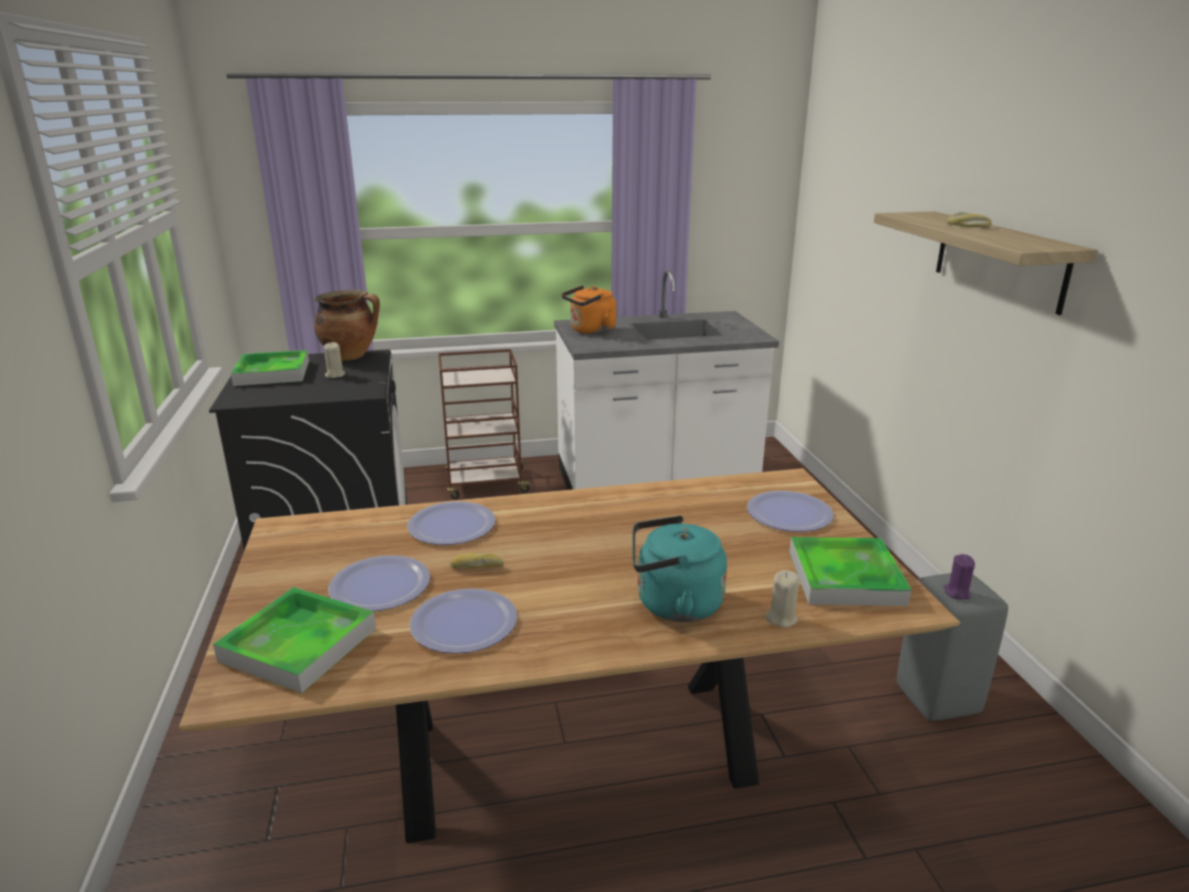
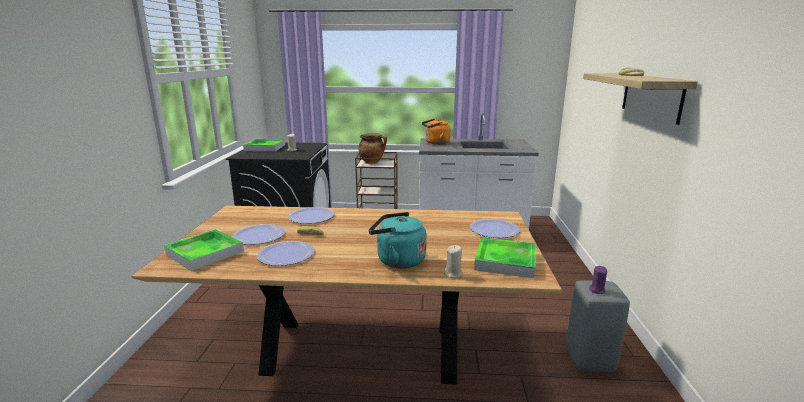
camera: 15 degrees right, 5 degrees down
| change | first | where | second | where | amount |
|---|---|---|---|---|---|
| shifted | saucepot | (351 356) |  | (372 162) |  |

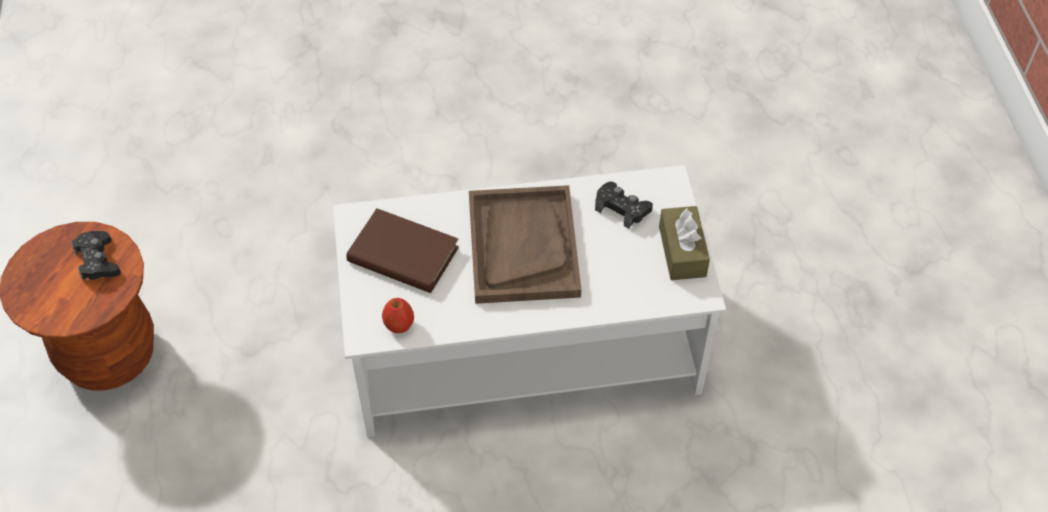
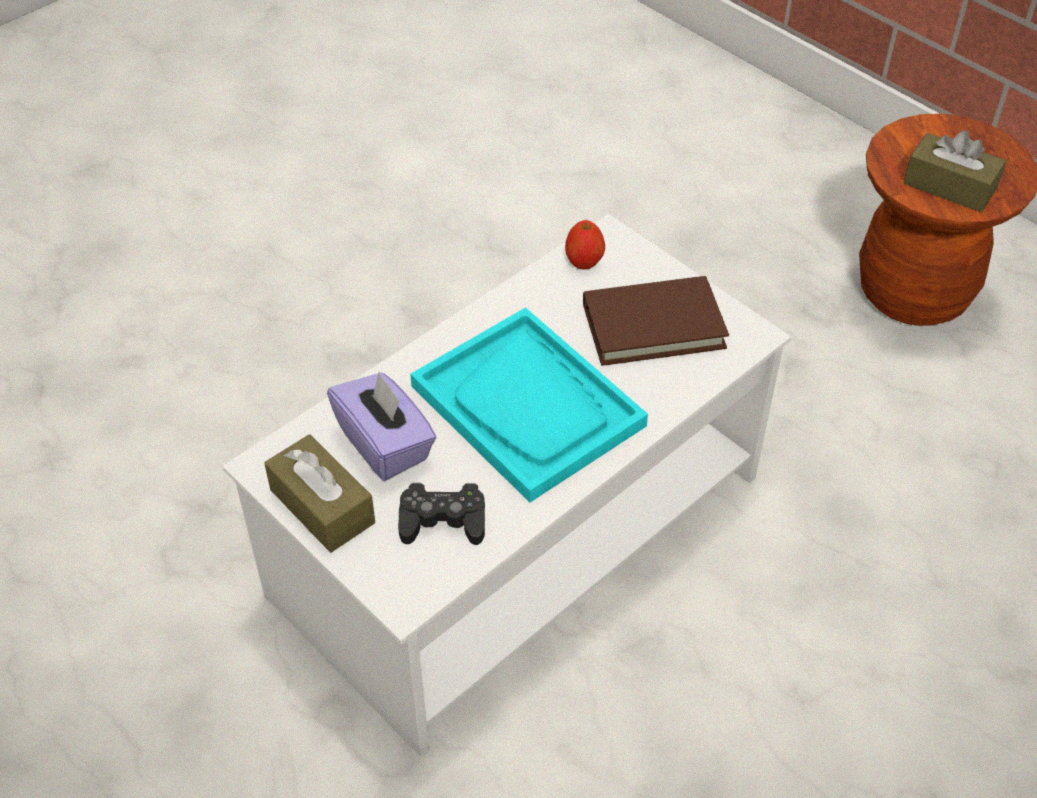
camera: 145 degrees right, 5 degrees down
| change | first | where | second | where | amount |
|---|---|---|---|---|---|
| repainted | serving tray/brownish | (523 246) | serving tray/turquoise | (528 406) |  |
| swapped | joypad/black | (97 261) | tissue box/brownish | (949 186) |  |
| new |  |  | tissue box/purple-coloured | (385 444) |  |

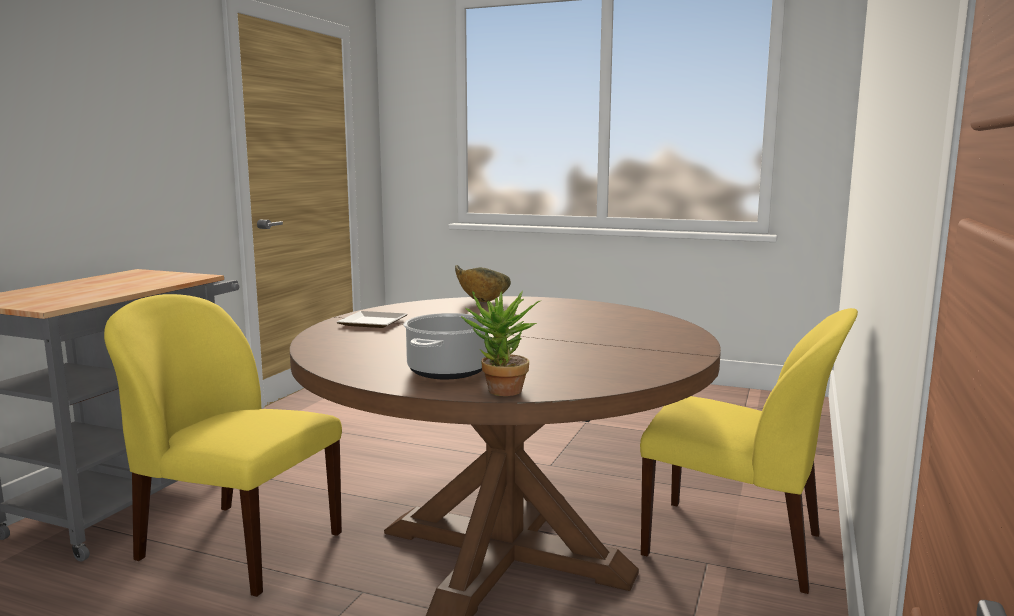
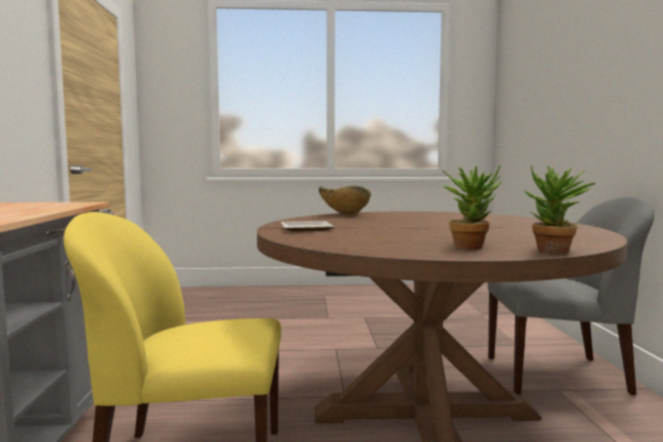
camera: 25 degrees left, 5 degrees down
| change | first | where | second | where | amount |
|---|---|---|---|---|---|
| repainted | chair/yellow-coloured | (737 545) | chair/gray | (559 375) |  |
| swapped | saucepot | (448 371) | houseplant | (471 246) |  |

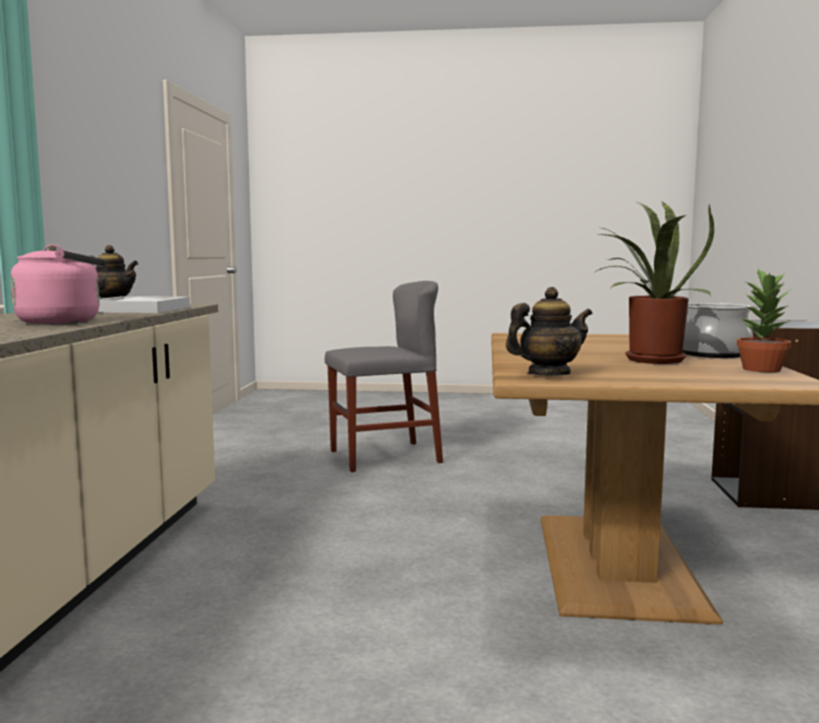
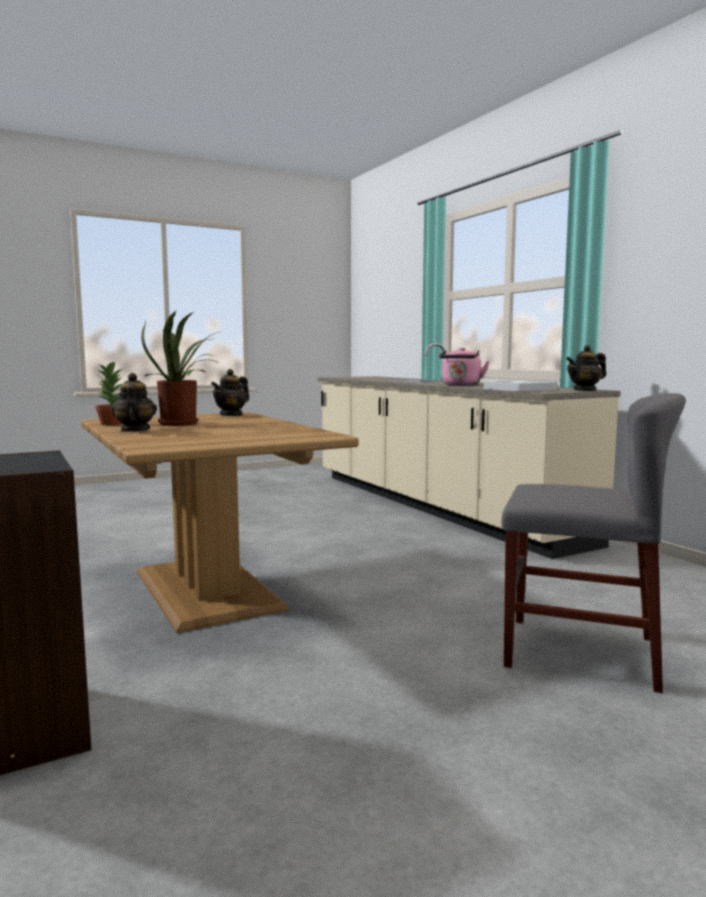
camera: 145 degrees right, 0 degrees up
| change | first | where | second | where | amount |
|---|---|---|---|---|---|
| rotated | chair/gray | (384 456) |  | (580 652) | 105 degrees counterclockwise |
| swapped | saucepot | (713 354) | teapot | (134 430) |  |

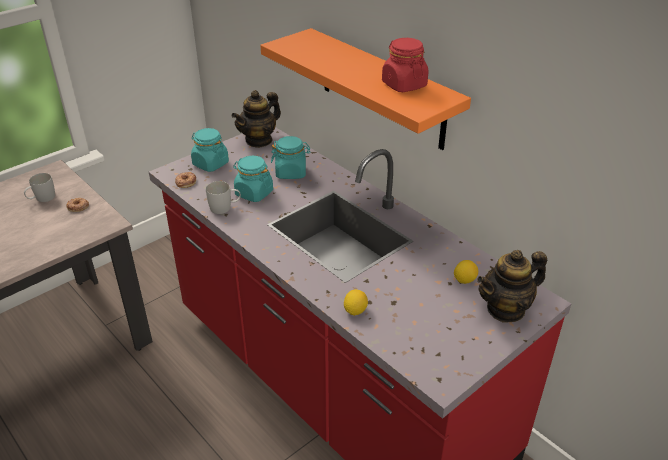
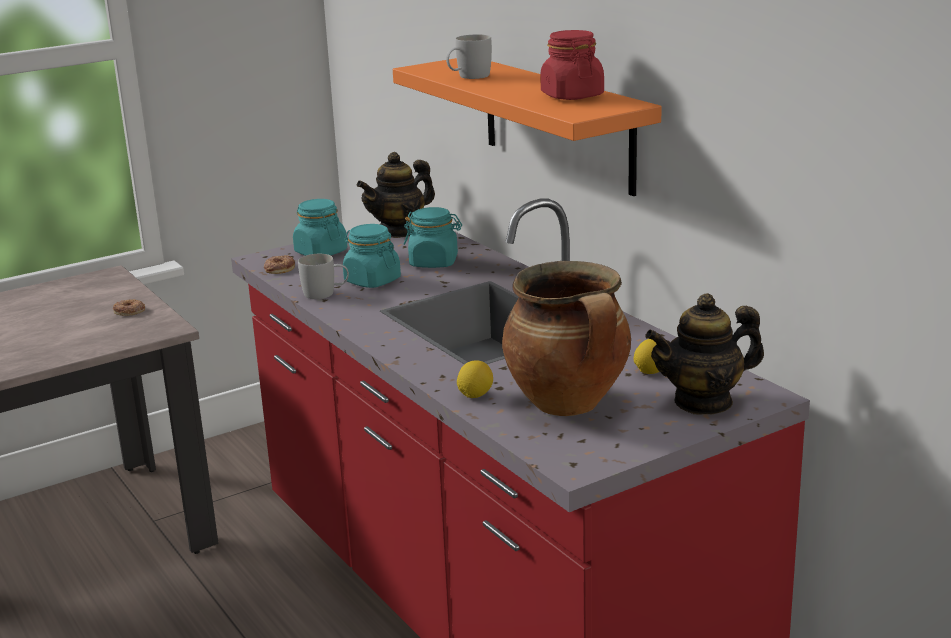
camera: 10 degrees right, 15 degrees down
| change | first | where | second | where | amount |
|---|---|---|---|---|---|
| shifted | mug/white | (42 199) |  | (468 77) |  |
| new |  |  | saucepot | (569 405) |  |

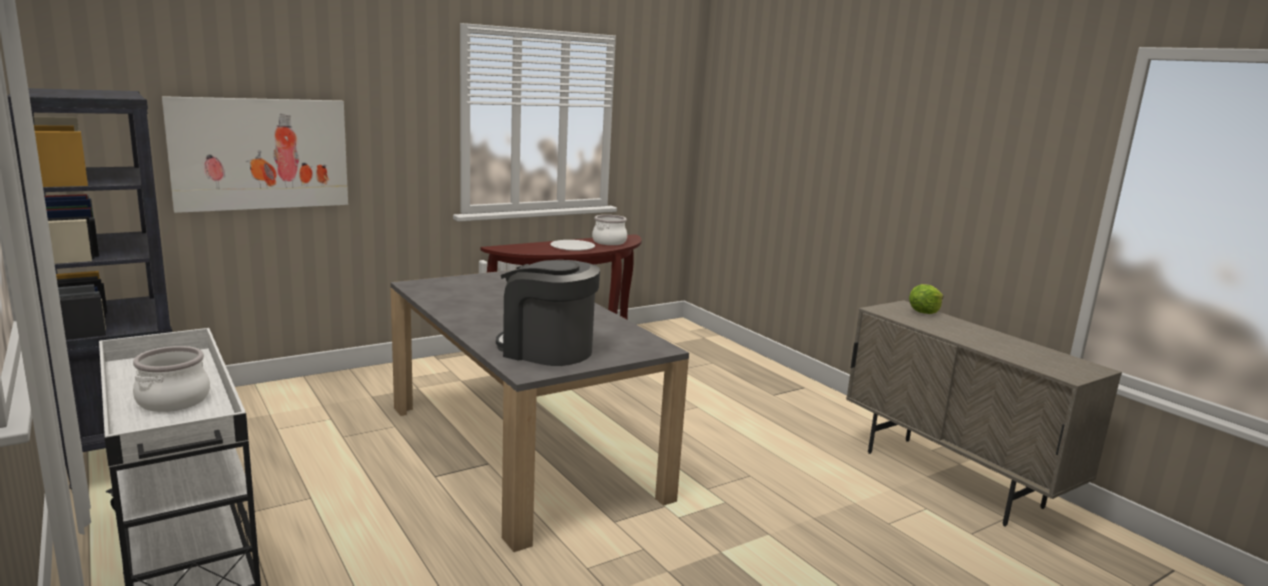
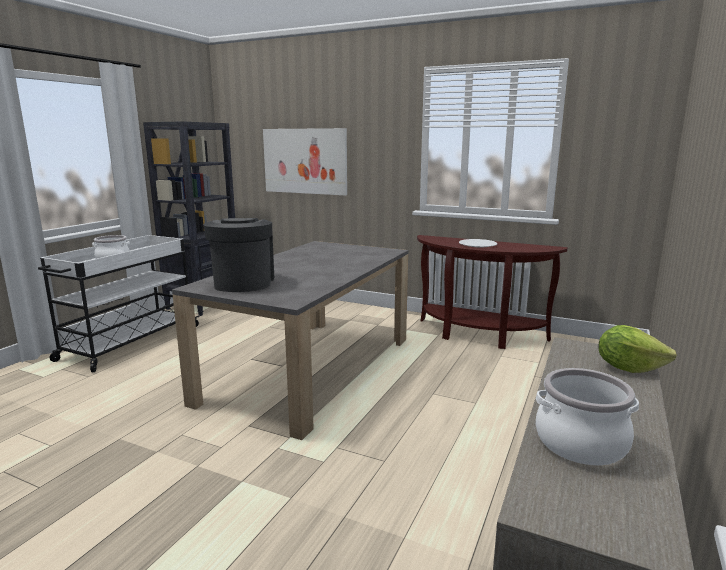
camera: 60 degrees right, 0 degrees up
| change | first | where | second | where | amount |
|---|---|---|---|---|---|
| shifted | saucepot | (609 242) |  | (580 442) |  |

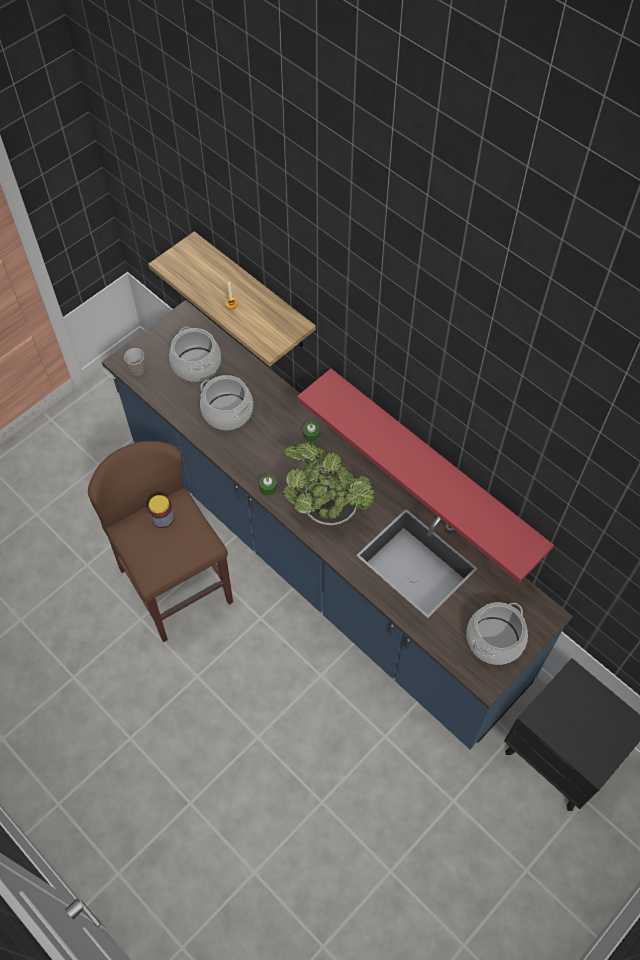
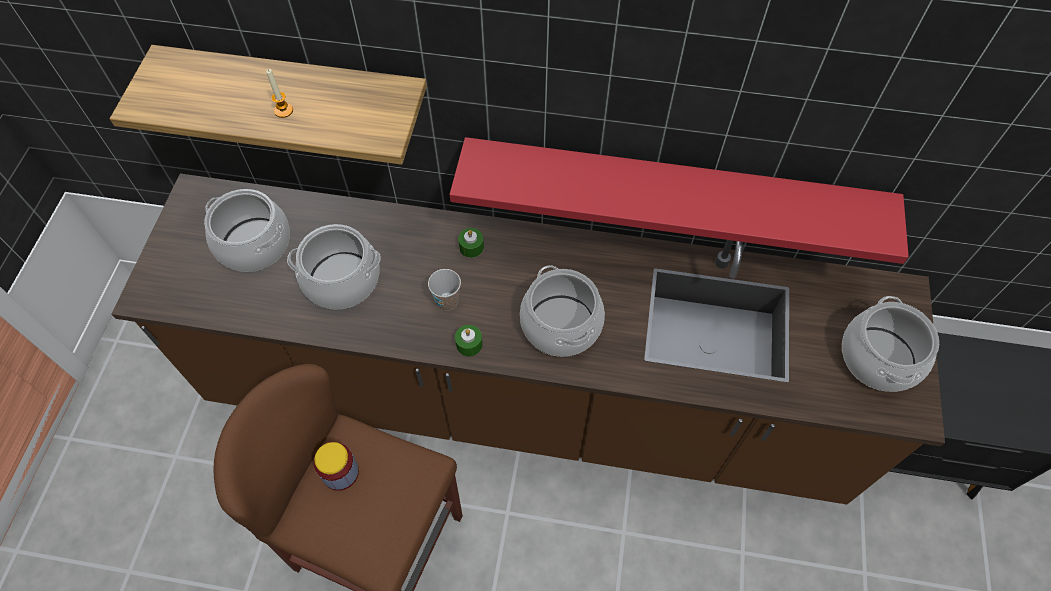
camera: 35 degrees left, 0 degrees up
| change | first | where | second | where | amount |
|---|---|---|---|---|---|
| repainted | counter/bluish | (320 561) | counter/brownish | (525 403) |  |
| shifted | drinking cup | (137 370) |  | (447 301) |  |
| swapped | houseplant | (326 508) | saucepot | (561 325) |  |

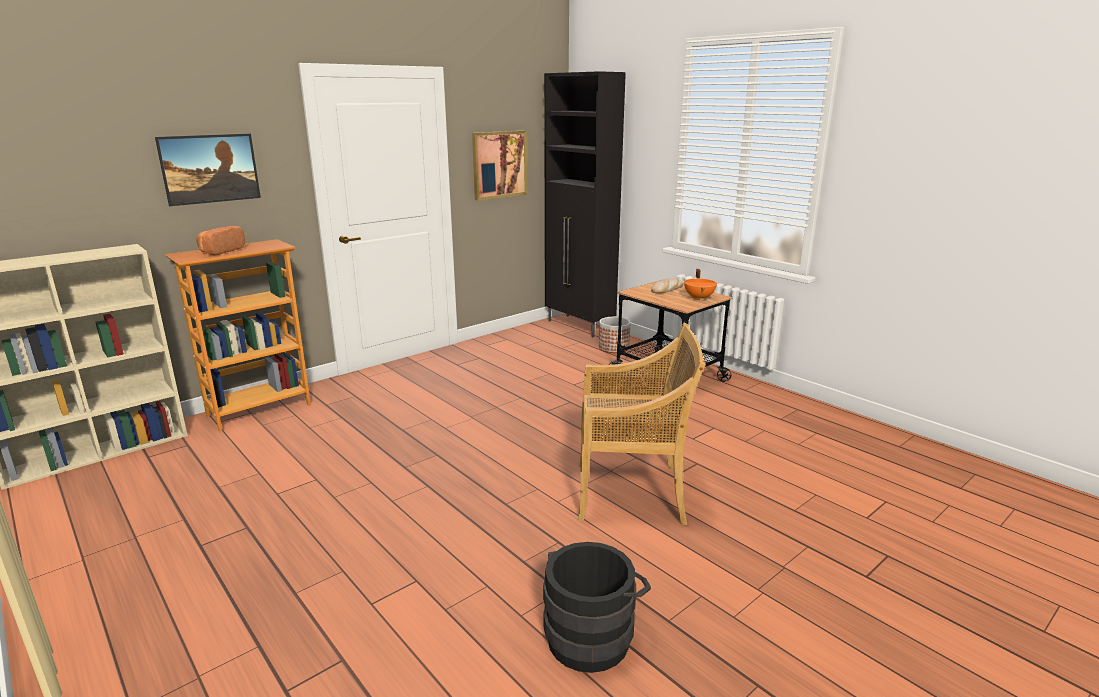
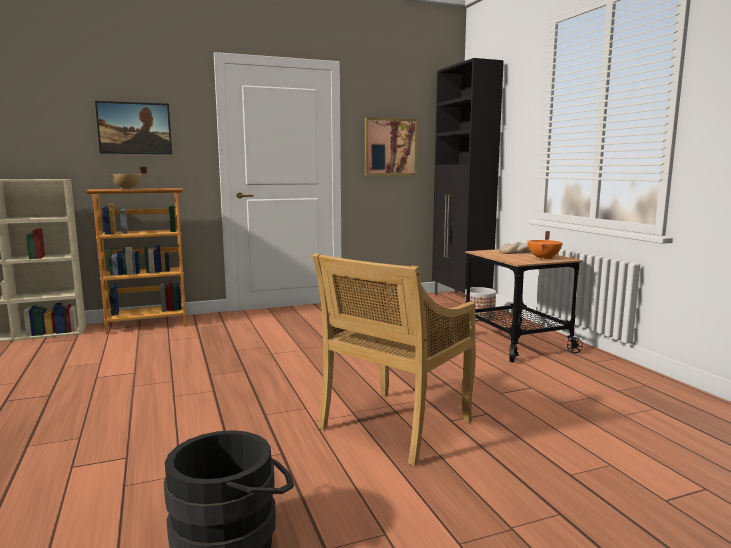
camera: 20 degrees right, 10 degrees down
| change | first | where | second | where | amount |
|---|---|---|---|---|---|
| swapped | bakery bread | (220 251) | saucepot/beige | (128 189) |  |
| rotated | chair/beige | (632 492) |  | (394 426) | 105 degrees clockwise |

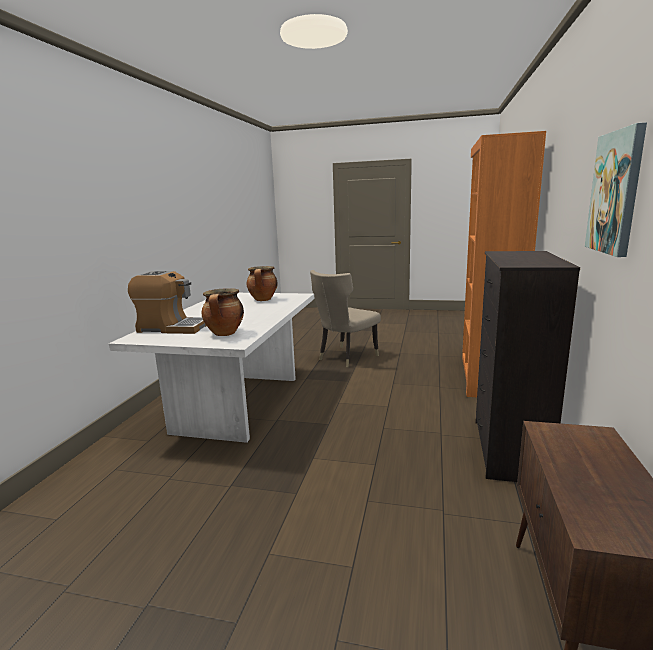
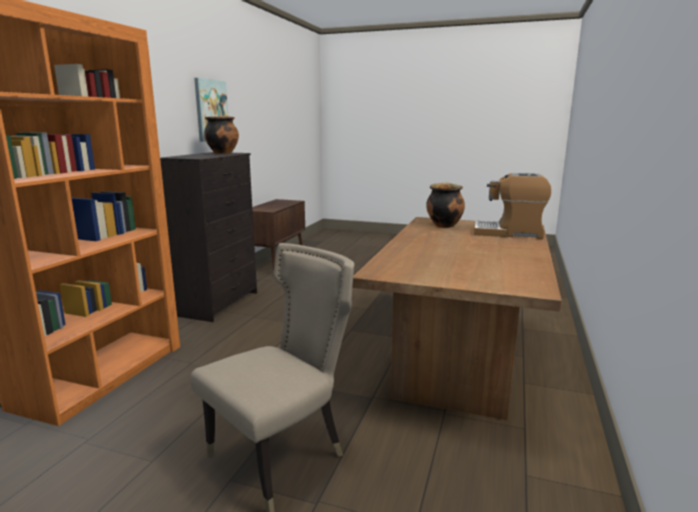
camera: 175 degrees left, 0 degrees up
| change | first | where | second | where | amount |
|---|---|---|---|---|---|
| shifted | saucepot | (263 300) |  | (222 153) |  |
| repainted | kitchen table/white | (238 403) | kitchen table/brownish | (459 361) |  |

